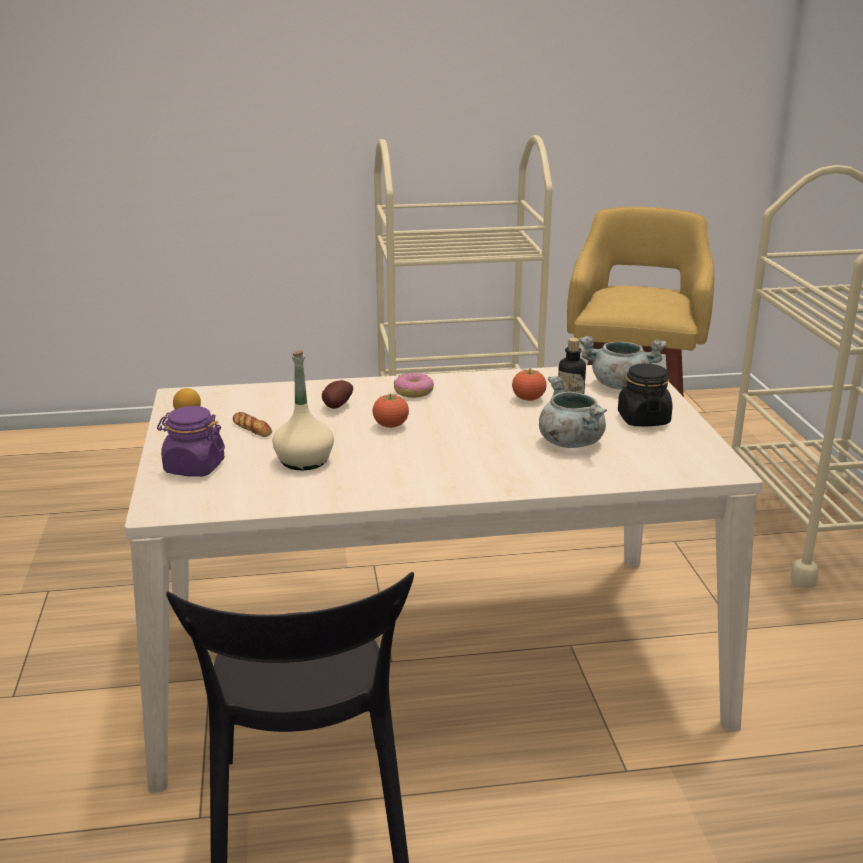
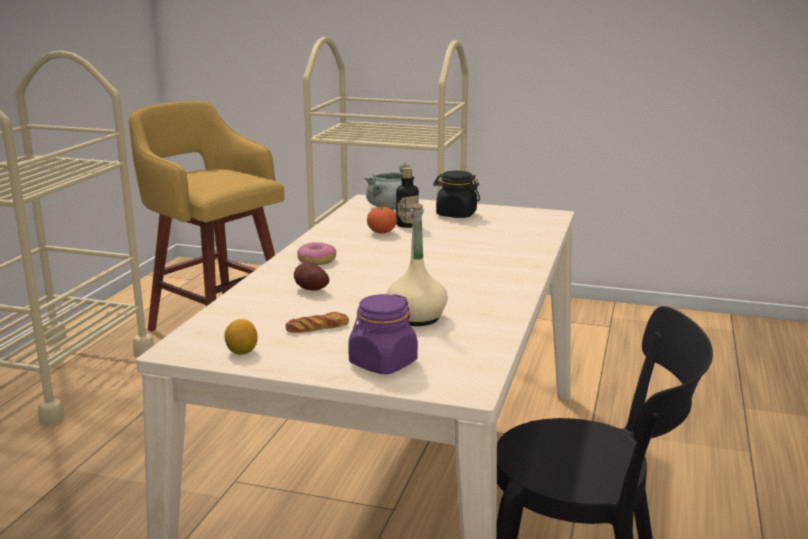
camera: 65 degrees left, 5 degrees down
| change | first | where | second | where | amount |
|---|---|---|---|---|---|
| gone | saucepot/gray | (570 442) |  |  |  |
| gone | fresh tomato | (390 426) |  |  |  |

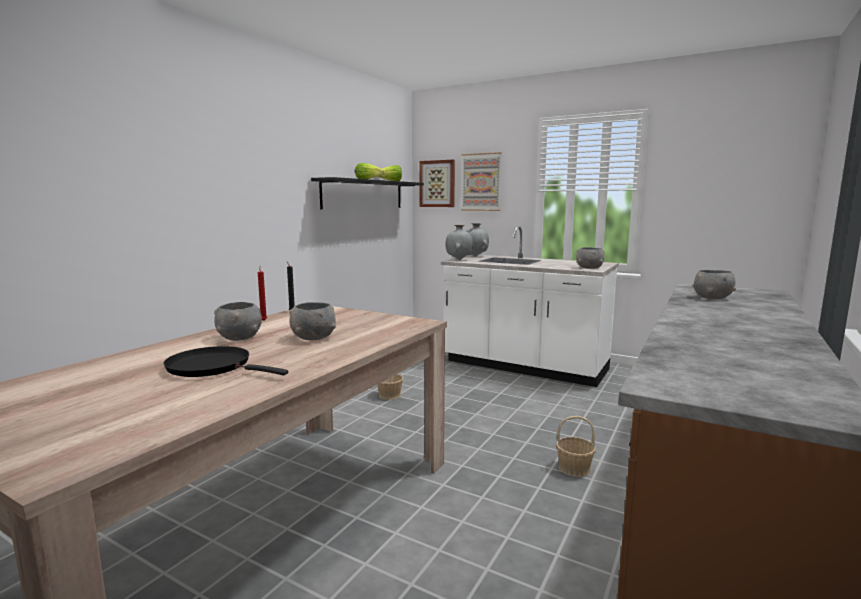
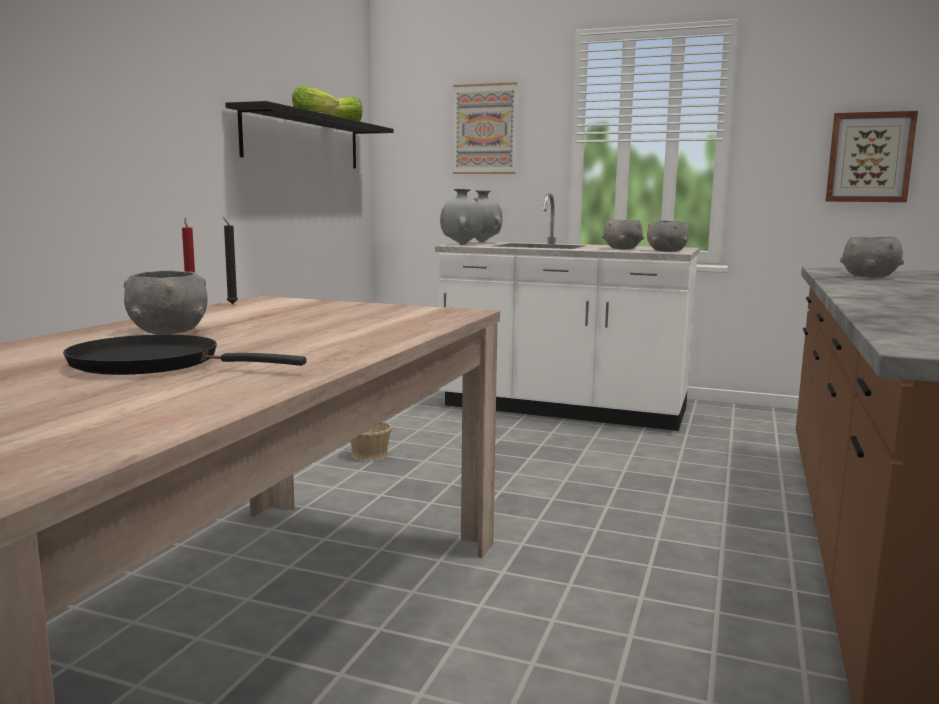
camera: 10 degrees left, 0 degrees up
| change | first | where | second | where | amount |
|---|---|---|---|---|---|
| shifted | wall art | (437 184) |  | (869 157) |  |
| shifted | serving bowl/gray | (313 337) |  | (621 249) |  |
| gone | basket | (574 468) |  |  |  |

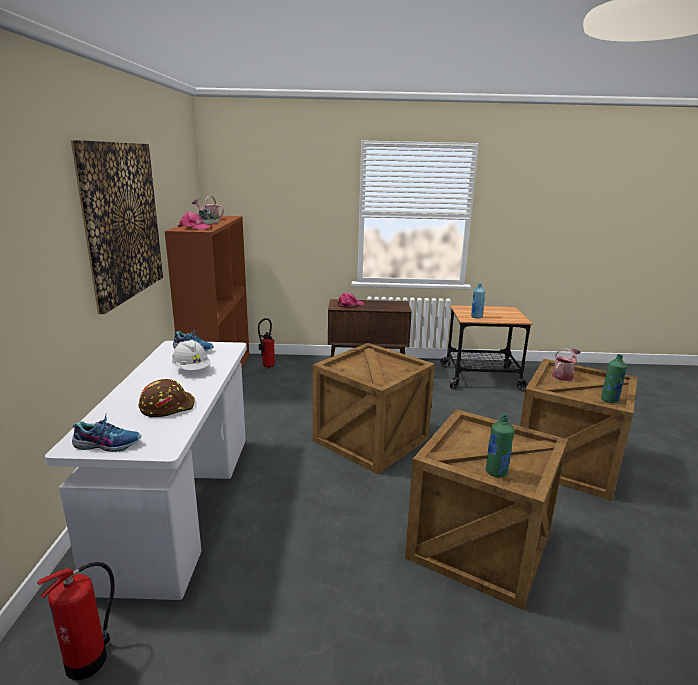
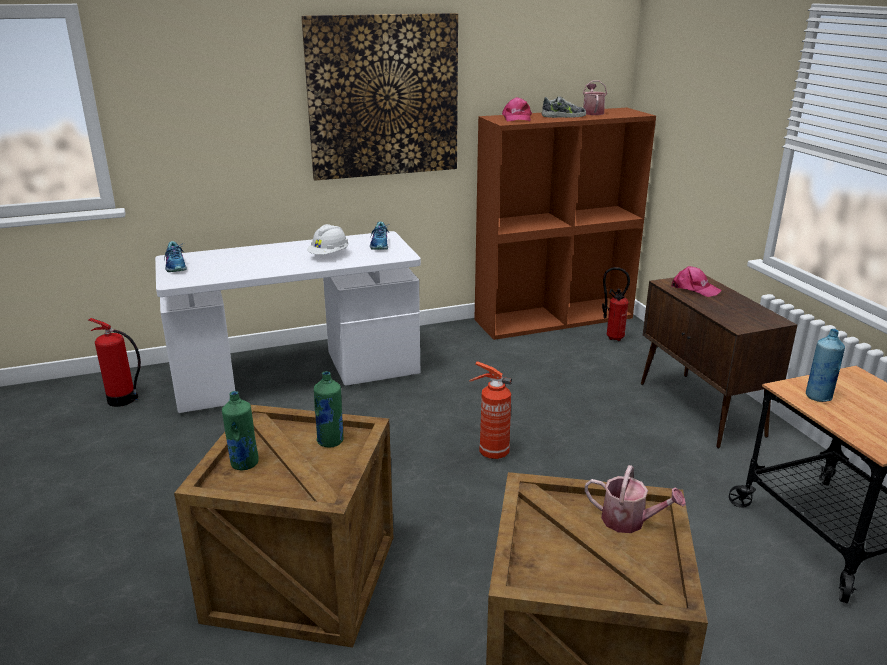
camera: 70 degrees right, 5 degrees up
| change | first | where | second | where | amount |
|---|---|---|---|---|---|
| swapped | shipping crate | (370 439) | fire-fighting cylinder | (492 452) |  |
| shifted | beverage bottle/green-coloured | (609 400) |  | (330 441) |  |
| gone | safety helmet/brownish | (167 406) |  |  |  |

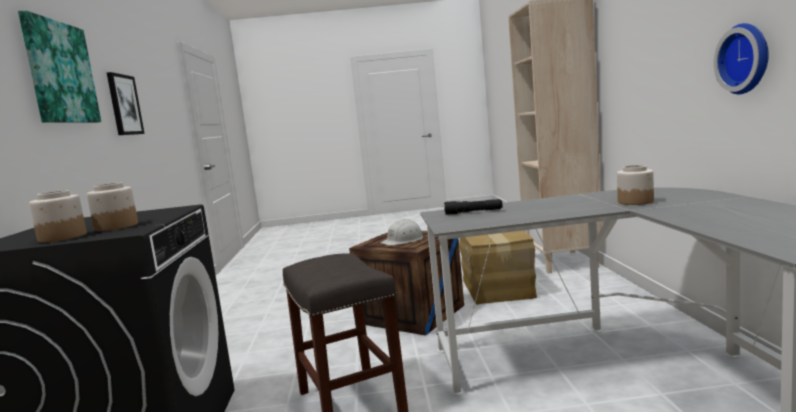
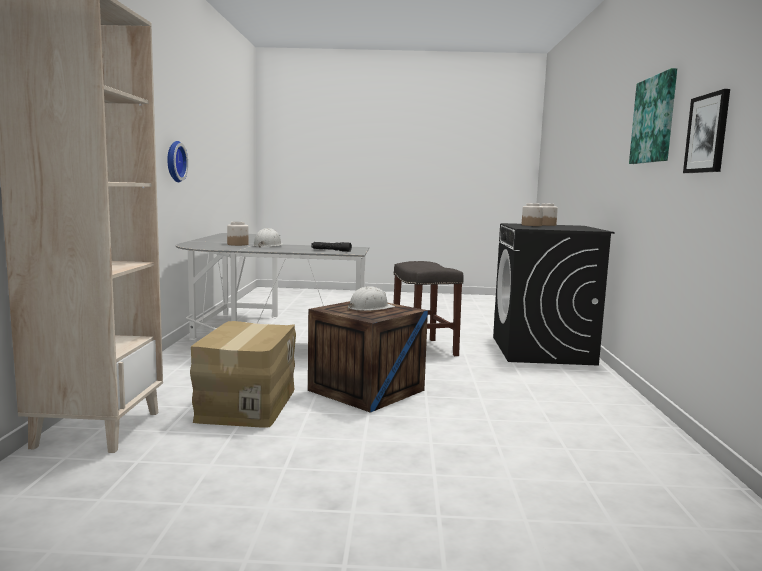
camera: 175 degrees left, 0 degrees up
| change | first | where | second | where | amount |
|---|---|---|---|---|---|
| new |  |  | safety helmet/white | (268 246) |  |

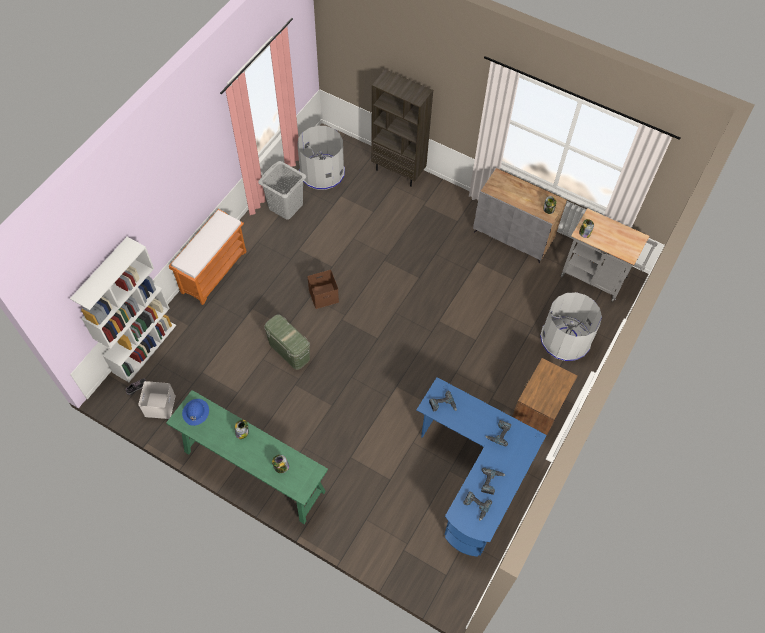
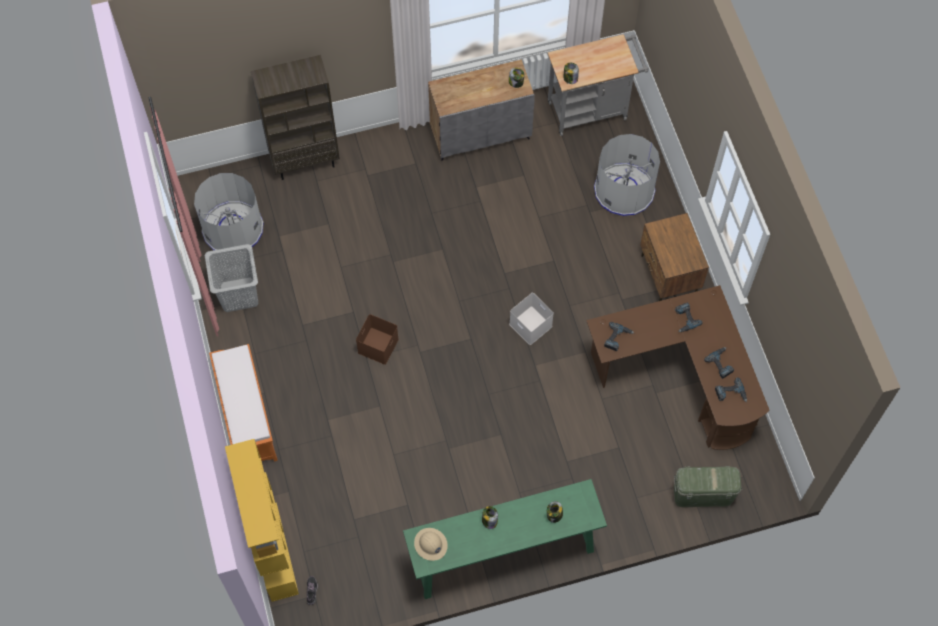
camera: 45 degrees left, 5 degrees up
| change | first | where | second | where | amount |
|---|---|---|---|---|---|
| repainted | bookcase/white | (144 348) | bookcase/yellow-coloured | (273 551) |  |
| shifted | storage box/green-coloured | (289 351) |  | (703 494) |  |
| repainted | desk unit/bluish | (475 477) | desk unit/brownish | (681 378) |  |
| shifted | storage box/white | (160 406) |  | (531 325) |  |
| repainted | safety helmet/bluish | (195 412) | safety helmet/beige | (430 544) |  |

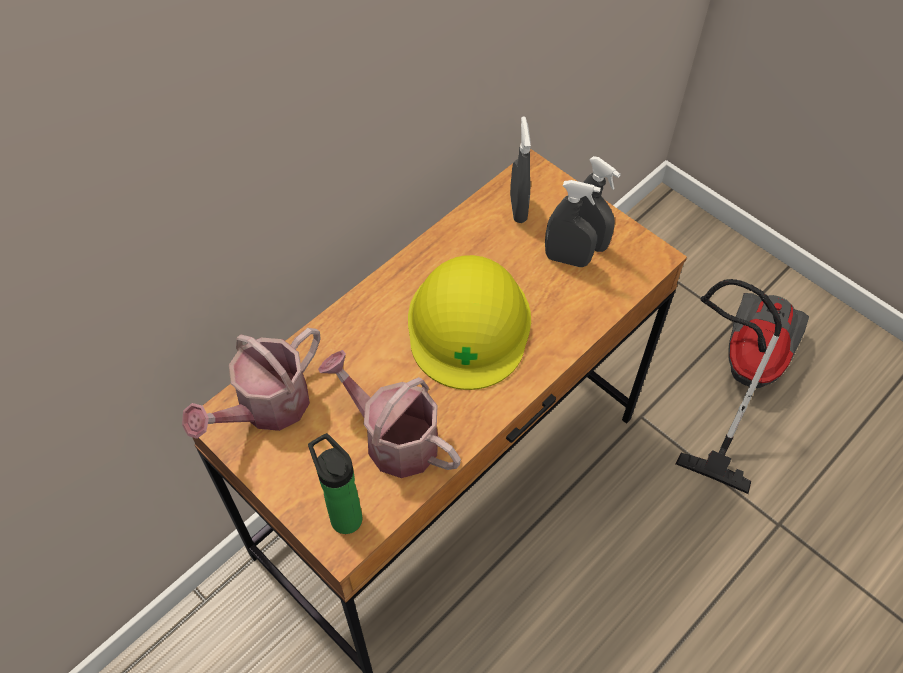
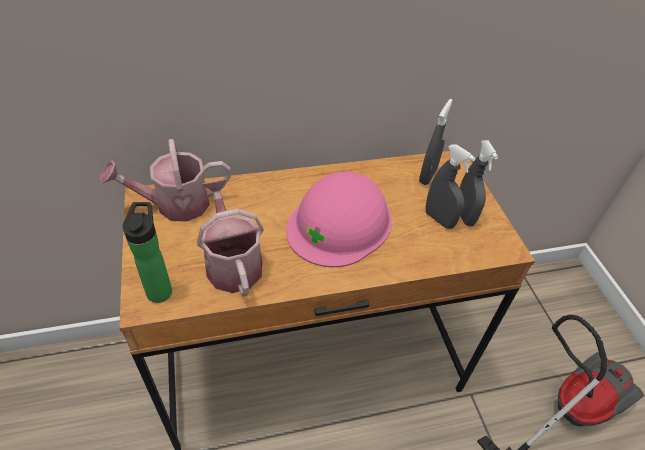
camera: 30 degrees right, 10 degrees down
| change | first | where | second | where | amount |
|---|---|---|---|---|---|
| repainted | safety helmet/yellow-coloured | (469 323) | safety helmet/pinkish | (340 223) |  |

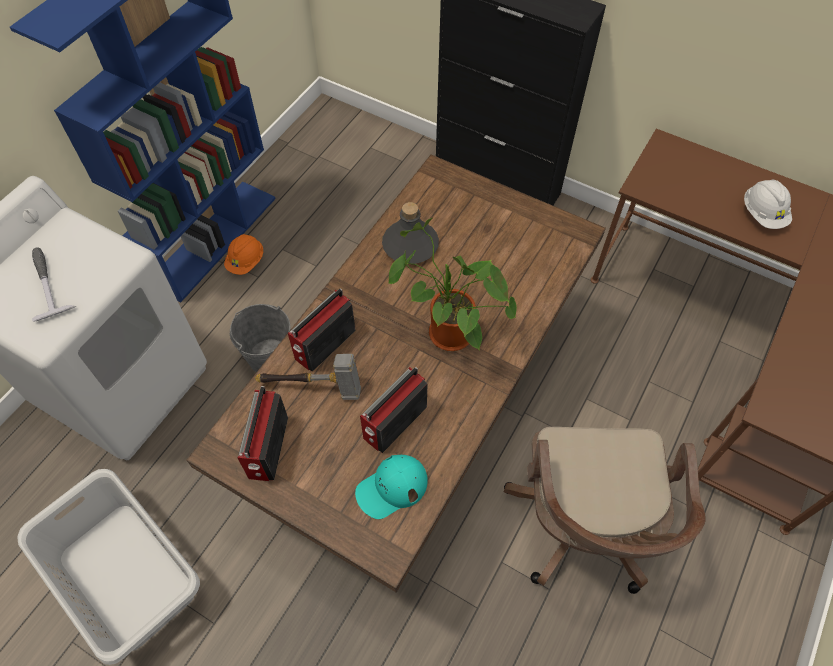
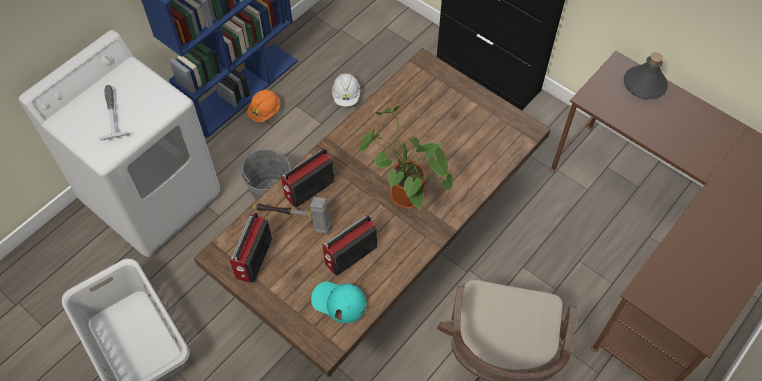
camera: 10 degrees right, 0 degrees up
| change | first | where | second | where | amount |
|---|---|---|---|---|---|
| shifted | safety helmet/white | (763 214) |  | (346 96) |  |
| shifted | beverage bottle/gray | (410 245) |  | (644 85) |  |
| rotated | baseball cap/turquoise | (392 488) |  | (339 302) | 45 degrees clockwise |

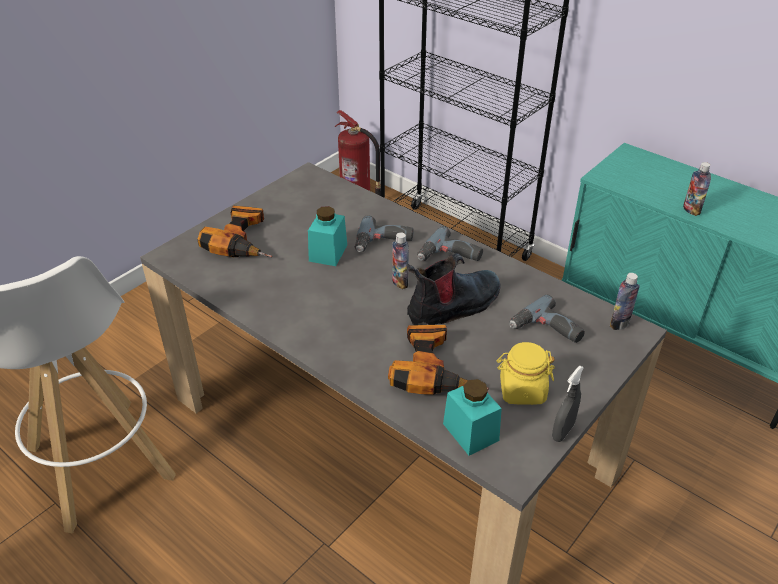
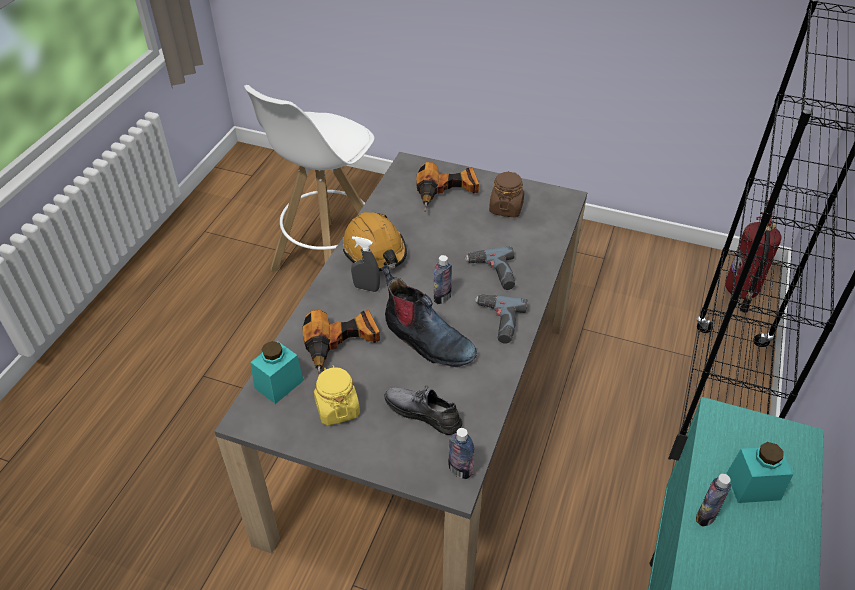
camera: 70 degrees right, 5 degrees up
| change | first | where | second | where | amount |
|---|---|---|---|---|---|
| shifted | storage jar/turquoise | (328 253) |  | (753 486) |  |
| swapped | drill | (546 331) | item of footwear/gray | (423 413) |  |
| shifted | spray bottle/gray | (562 432) |  | (366 288) |  |
| new |  |  | storage jar/brownish | (506 208) |  |
| new |  |  | safety helmet/orange-coloured | (375 251) |  |

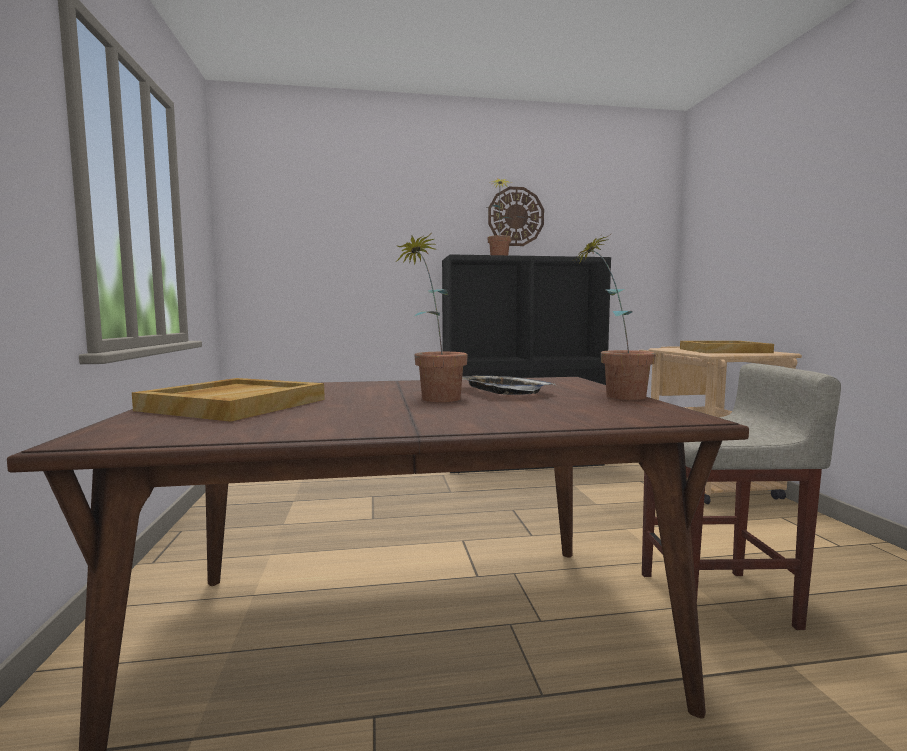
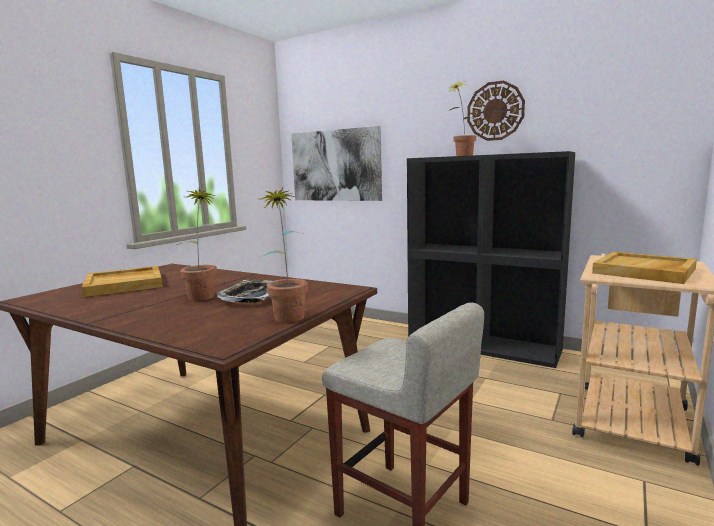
camera: 40 degrees right, 5 degrees up
| change | first | where | second | where | amount |
|---|---|---|---|---|---|
| new |  |  | wall art | (335 165) |  |

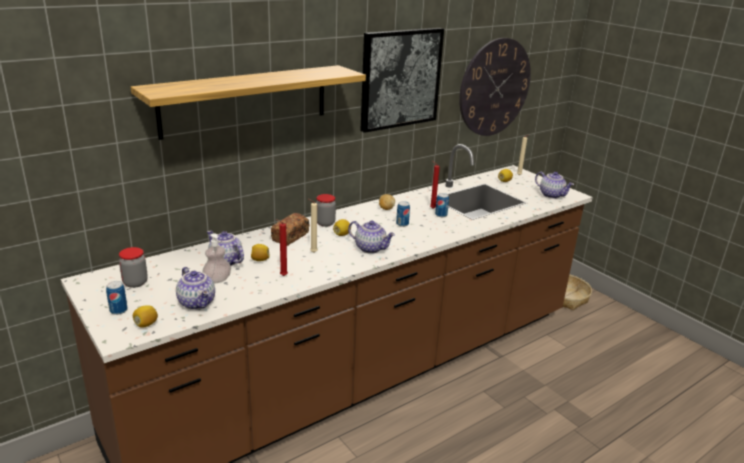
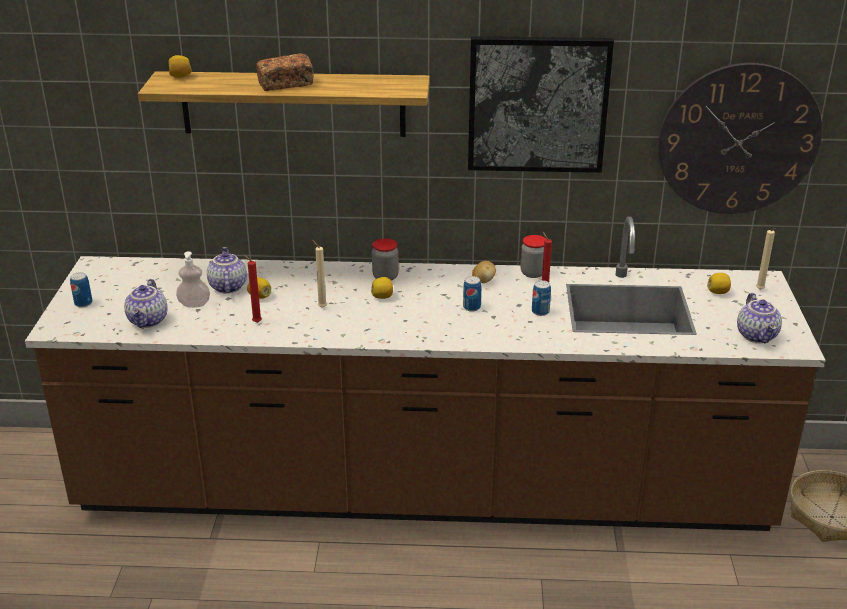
camera: 40 degrees right, 5 degrees up
| change | first | where | second | where | amount |
|---|---|---|---|---|---|
| shifted | bakery bread | (290 237) |  | (285 84) |  |
| gone | teapot | (371 248) |  |  |  |
| shifted | storage jar | (135 283) |  | (533 273) |  |
| shifted | citrus fruit | (146 324) |  | (180 77) |  |

